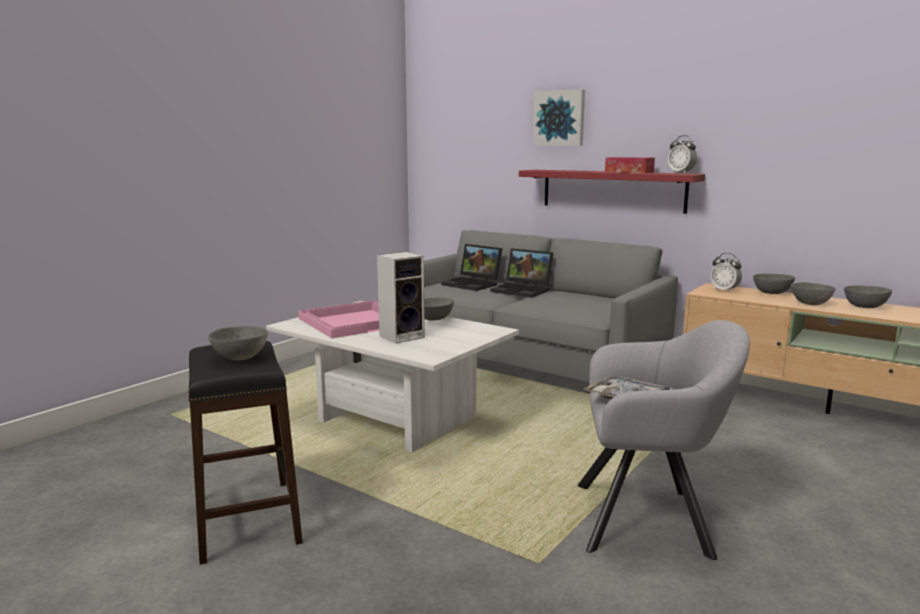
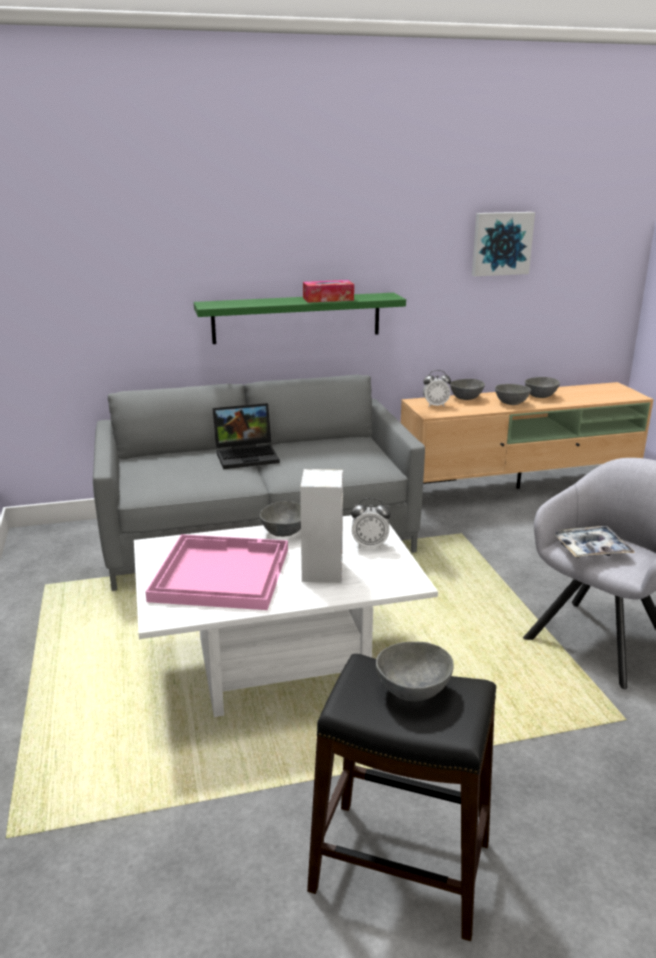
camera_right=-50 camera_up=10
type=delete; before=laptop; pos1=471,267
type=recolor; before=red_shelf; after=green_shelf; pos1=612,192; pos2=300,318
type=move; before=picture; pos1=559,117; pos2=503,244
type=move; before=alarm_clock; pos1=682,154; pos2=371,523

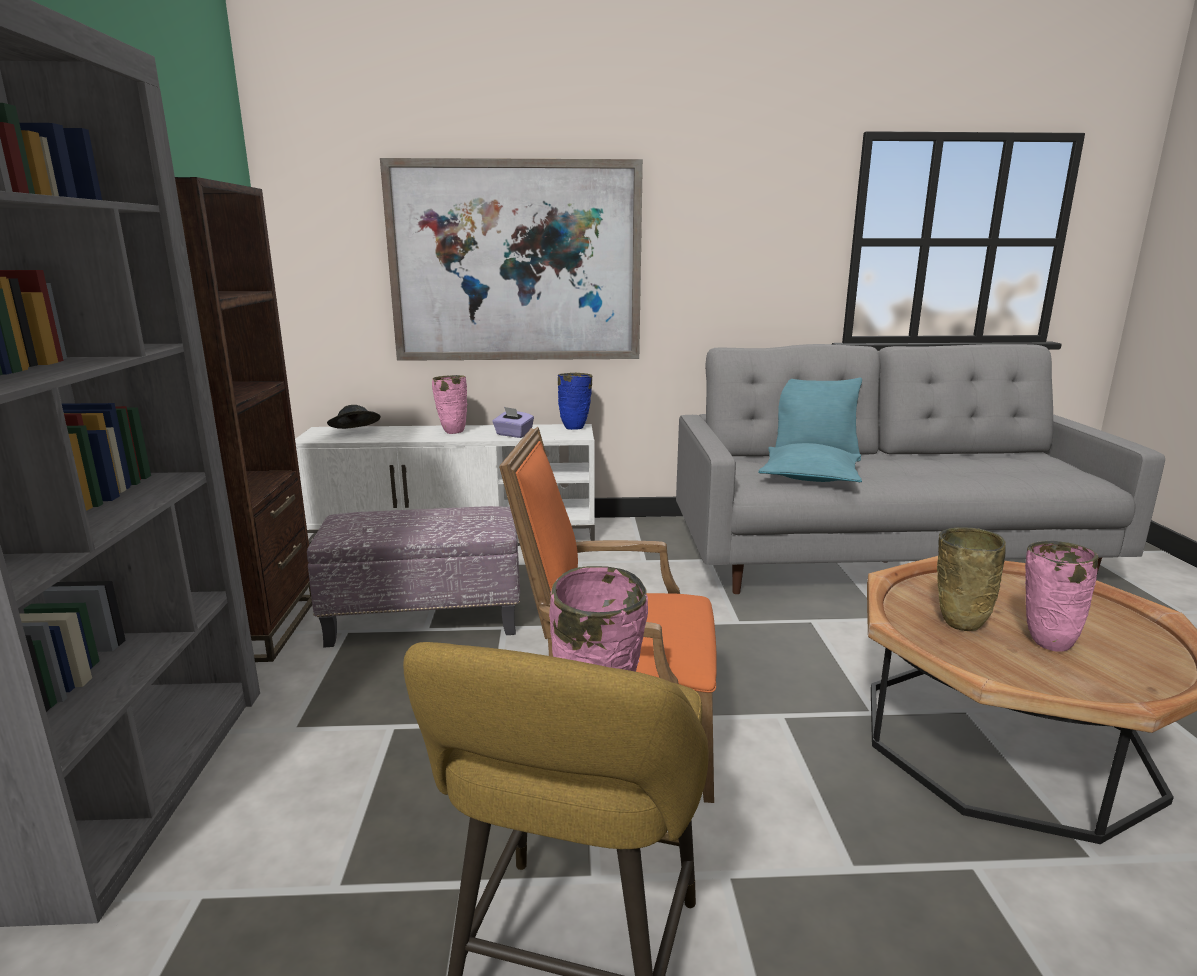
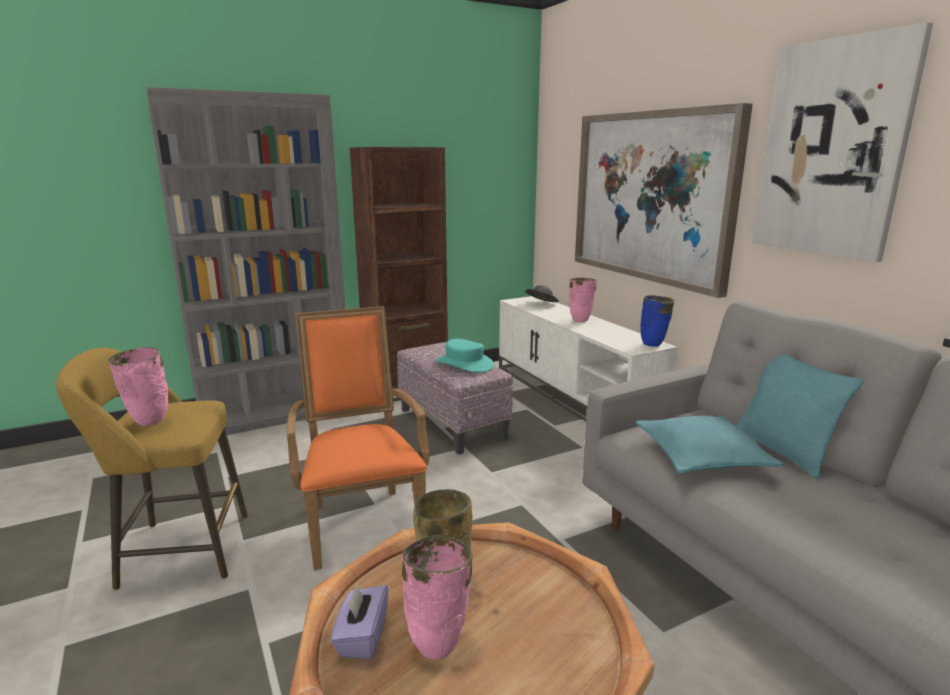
camera_right=65 camera_up=0
type=move; before=purple_tissue_box; pos1=513,422; pos2=360,621
type=insert; after=turquoise_hat; pos2=464,355
type=insert; after=picture; pos2=842,142

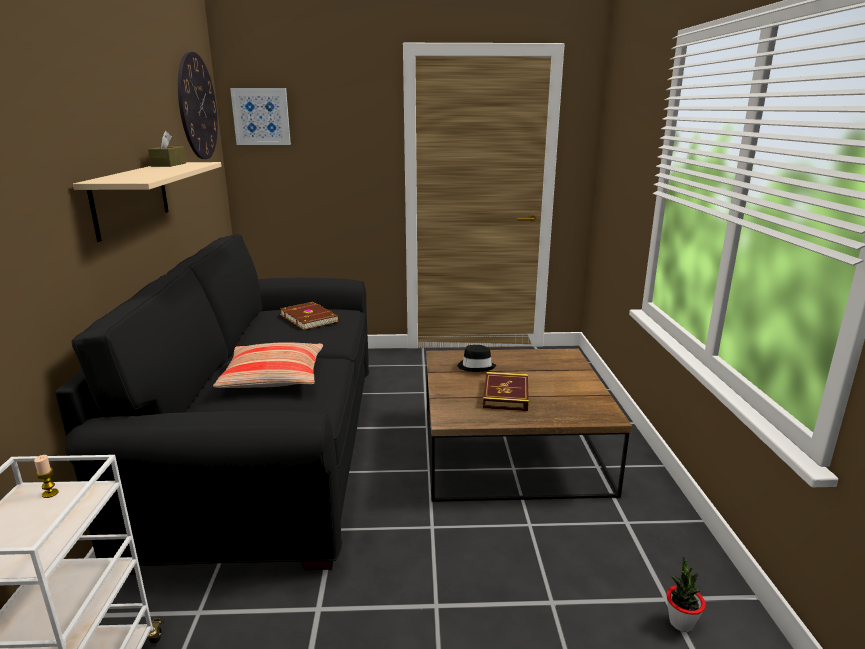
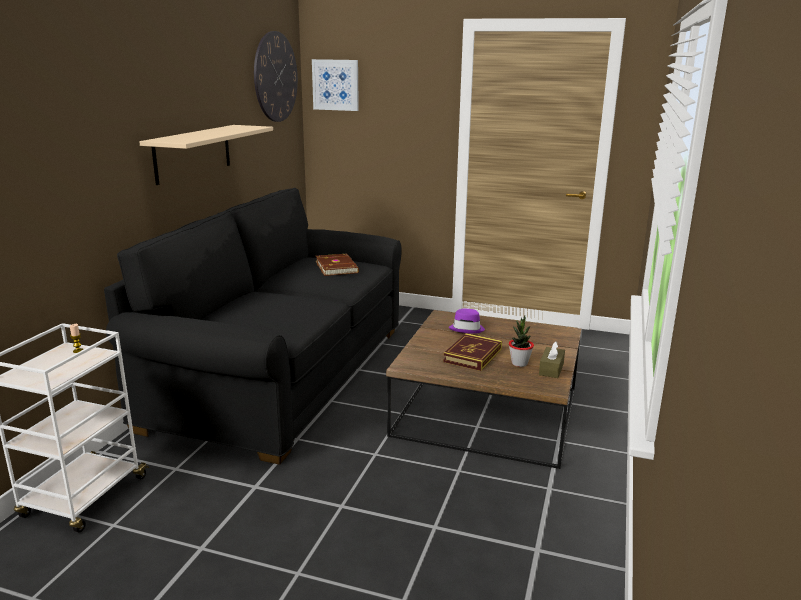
camera_right=20 camera_up=0
type=move; before=brown_tissue_box; pos1=167,149; pos2=552,359
type=delete; before=pillow; pos1=268,365
type=recolor; before=black_hat; after=purple_hat; pos1=476,358; pos2=467,321
type=move; before=potted_plant; pos1=686,594; pos2=521,341

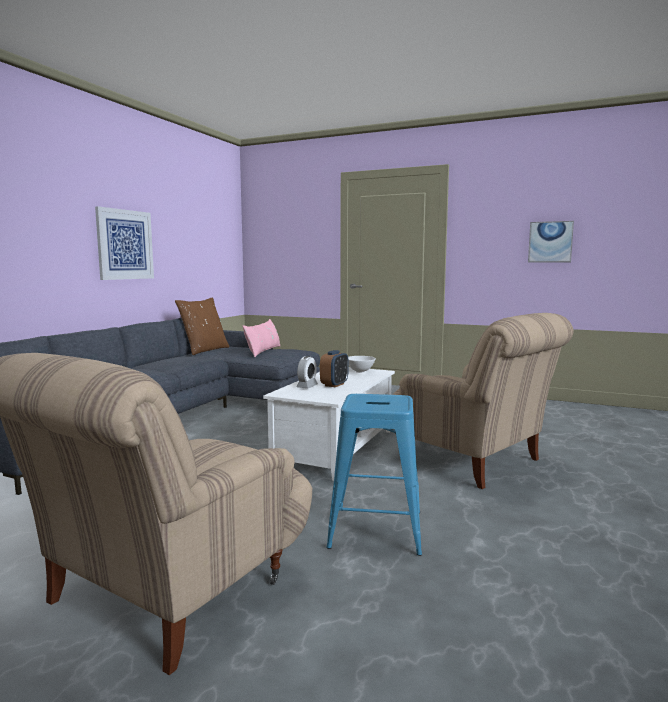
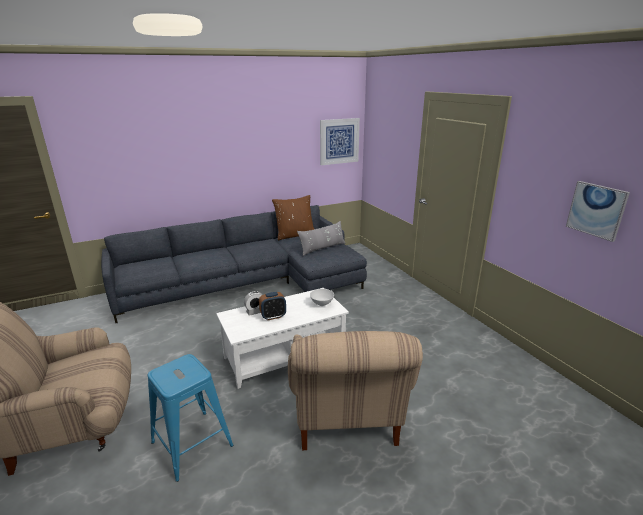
camera_right=40 camera_up=15
type=move; before=picture; pos1=124,243; pos2=340,141
type=recolor; before=pink_pillow; after=grey_pillow; pos1=261,338; pos2=321,238

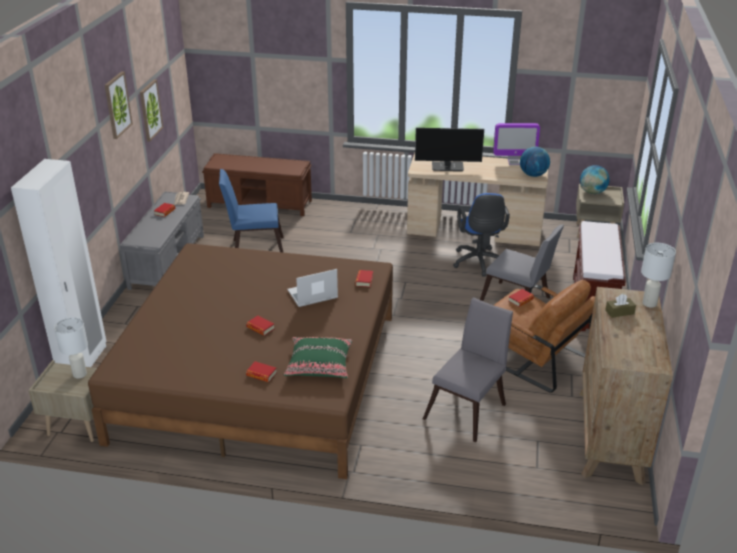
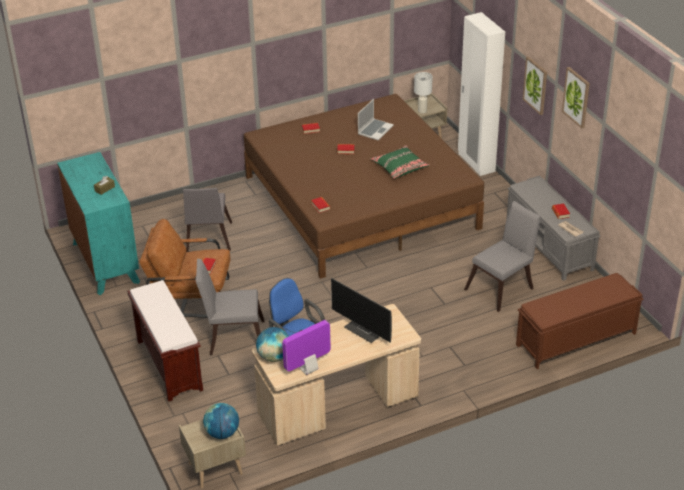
camera_right=145 camera_up=5
type=move; before=picture; pos1=151,110; pos2=535,85
type=recolor; before=blue_chair; after=grey_chair; pos1=251,211; pos2=502,256
type=move; before=green_pillow; pos1=318,357; pos2=400,162
type=move; before=laptop; pos1=313,288; pos2=376,119
type=rotate; before=monitor; pos1=449,149; pos2=361,310; turn=-105
type=recolor; before=brown_dresser; after=turquoise_dresser; pos1=626,386; pos2=98,223
type=delete; before=white_table_lamp; pos1=658,275

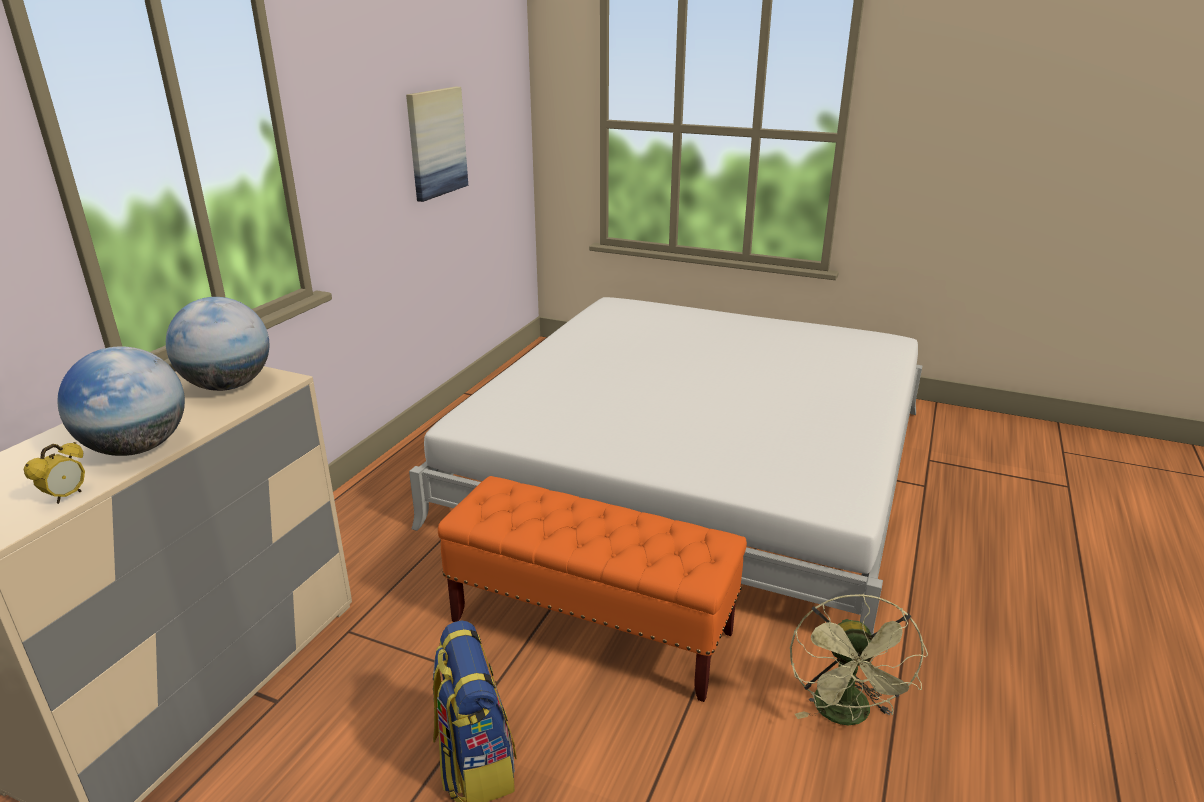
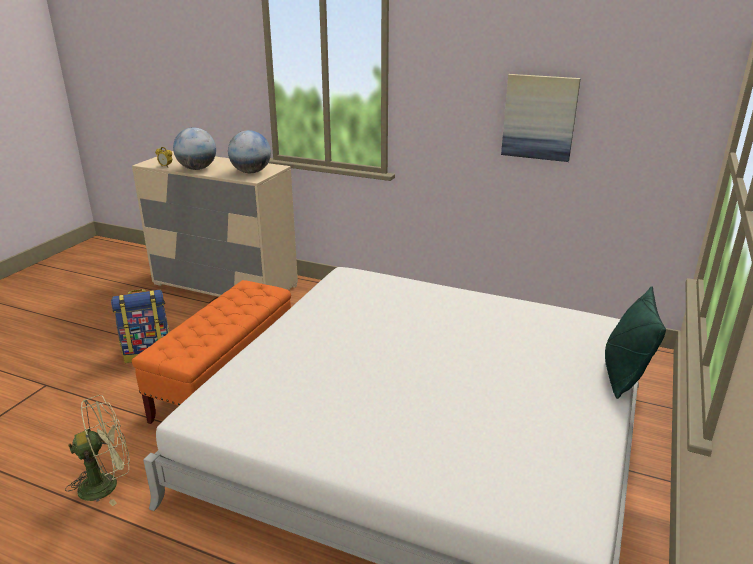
camera_right=90 camera_up=0
type=rotate; before=green_fan; pos1=859,660; pos2=97,450; turn=150
type=insert; after=green_pillow; pos2=635,343

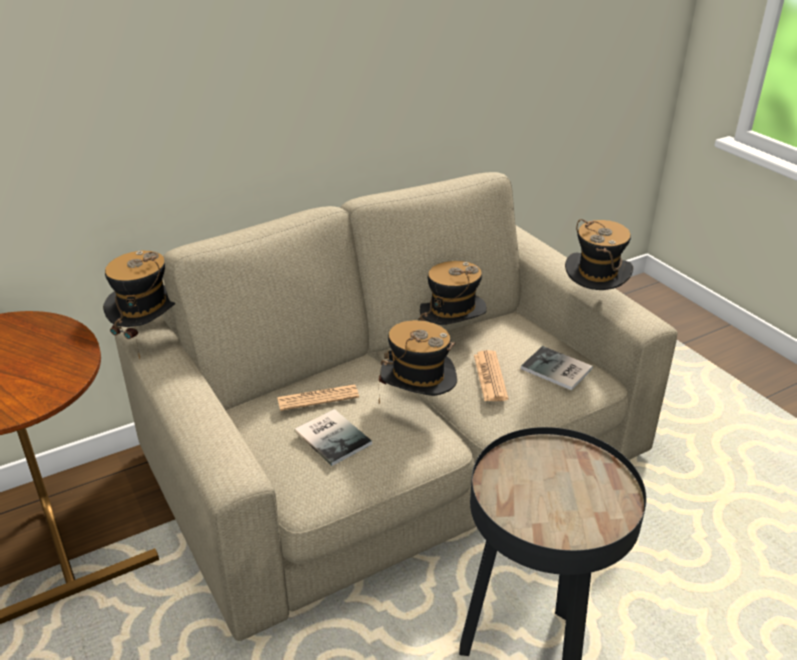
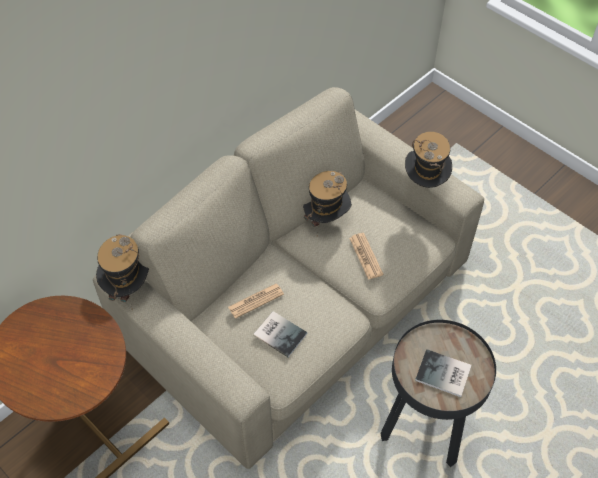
camera_right=-15 camera_up=20
type=delete; before=hat; pos1=418,362
type=move; before=book; pos1=557,368; pos2=443,373

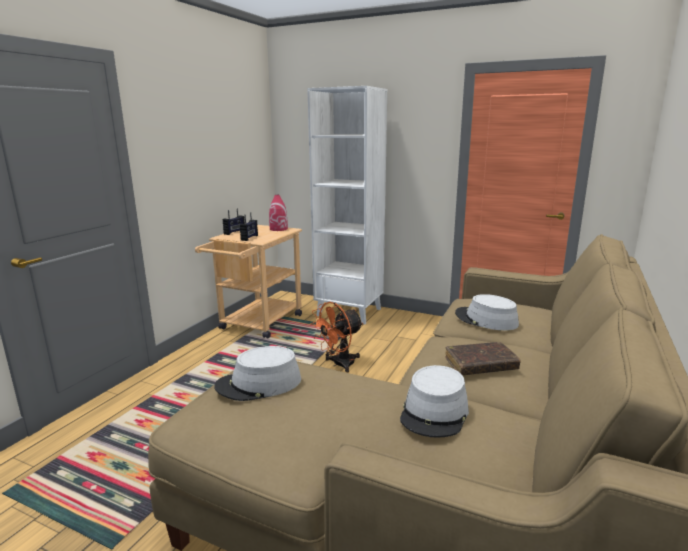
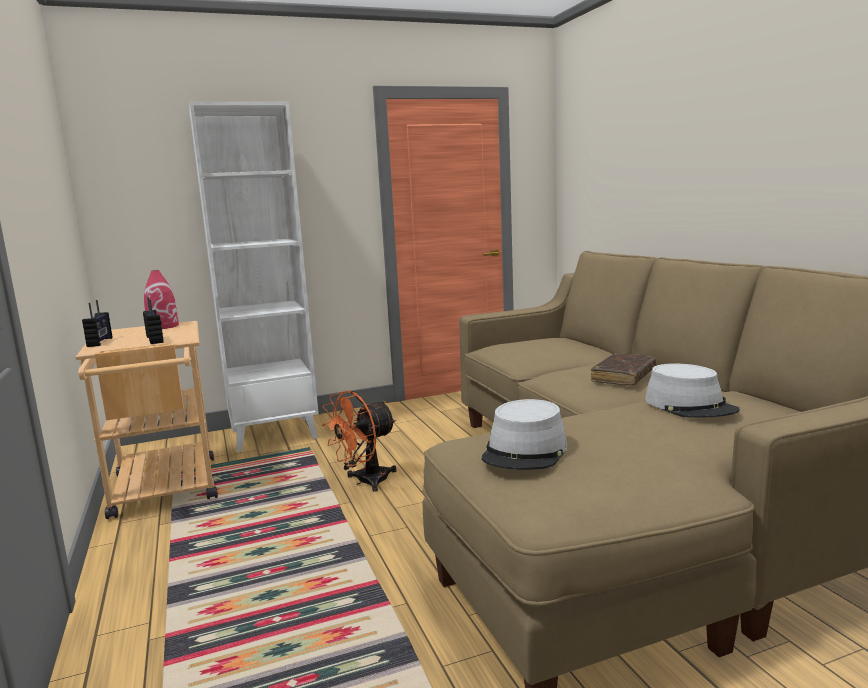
camera_right=-45 camera_up=-5
type=rotate; before=orange_fan; pos1=337,337; pos2=359,441; turn=45
type=delete; before=grey_hat; pos1=487,312

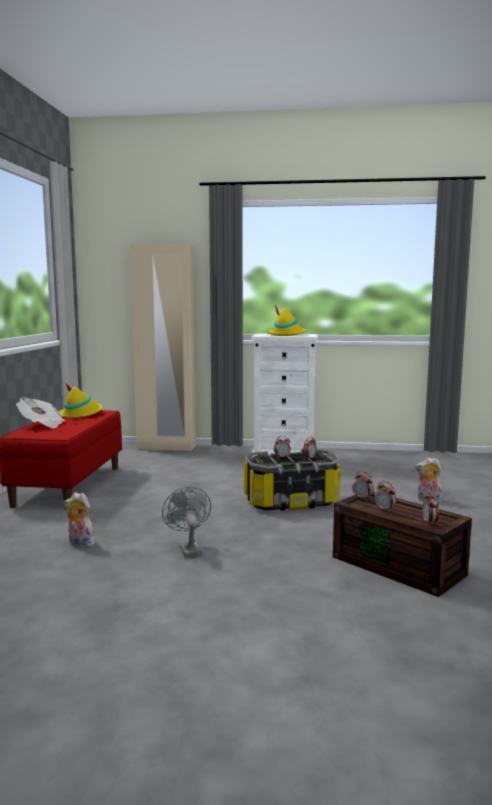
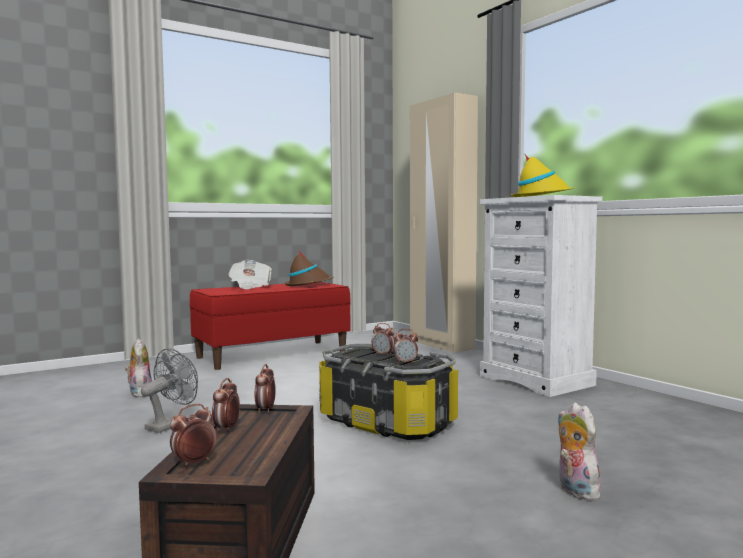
camera_right=50 camera_up=-5
type=recolor; before=yellow_hat; after=brown_hat; pos1=81,400; pos2=308,268

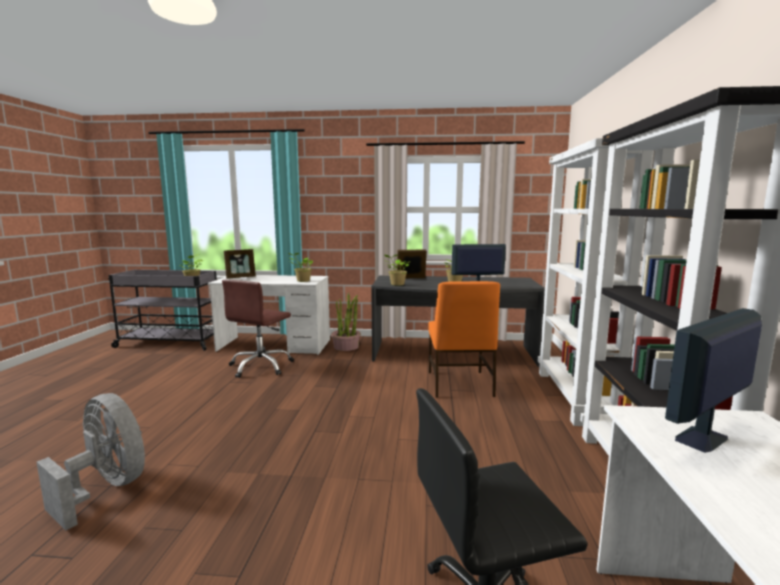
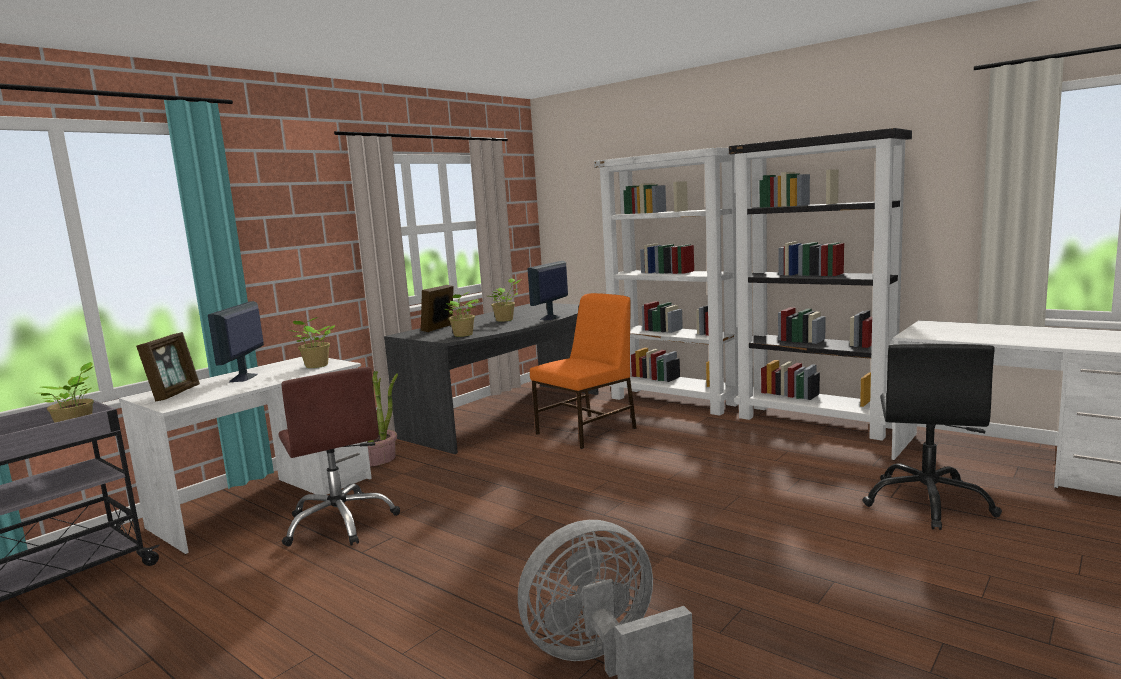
camera_right=-55 camera_up=0
type=rotate; before=orange_chair; pos1=464,339; pos2=583,371; turn=-75
type=move; before=monitor; pos1=713,380; pos2=236,341

